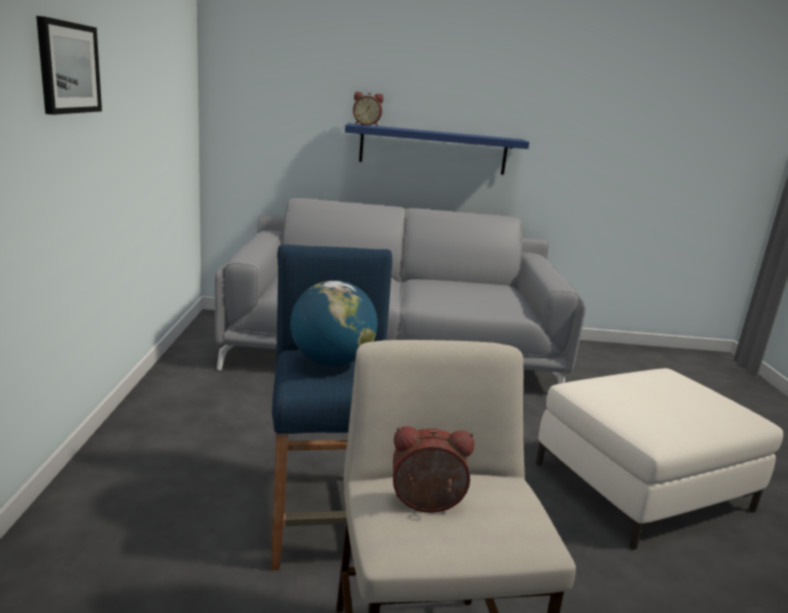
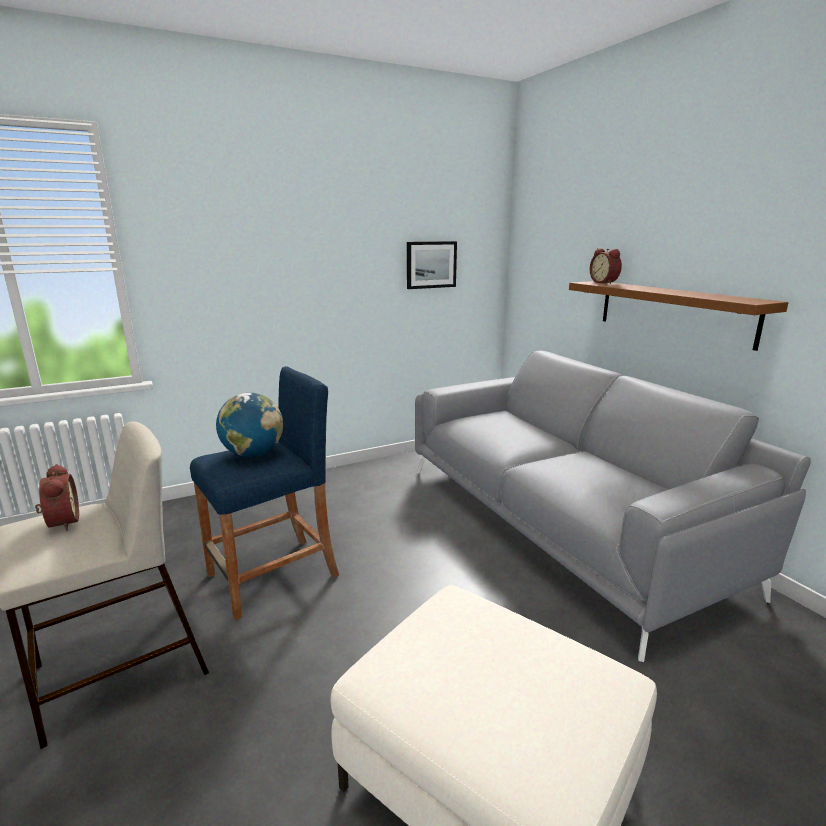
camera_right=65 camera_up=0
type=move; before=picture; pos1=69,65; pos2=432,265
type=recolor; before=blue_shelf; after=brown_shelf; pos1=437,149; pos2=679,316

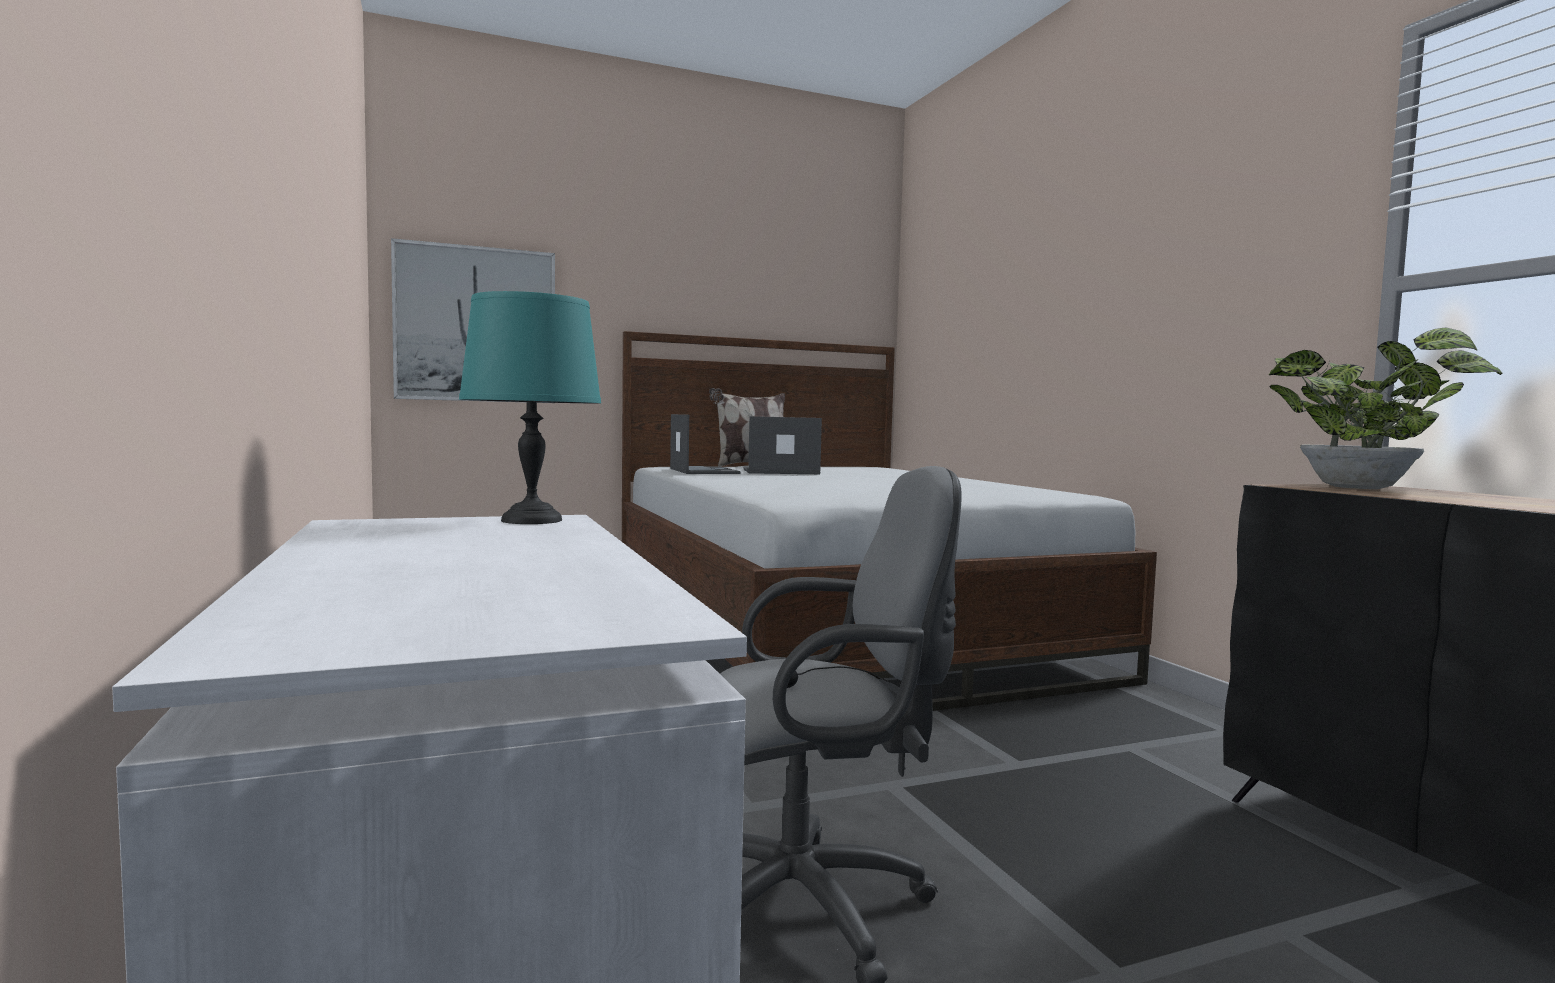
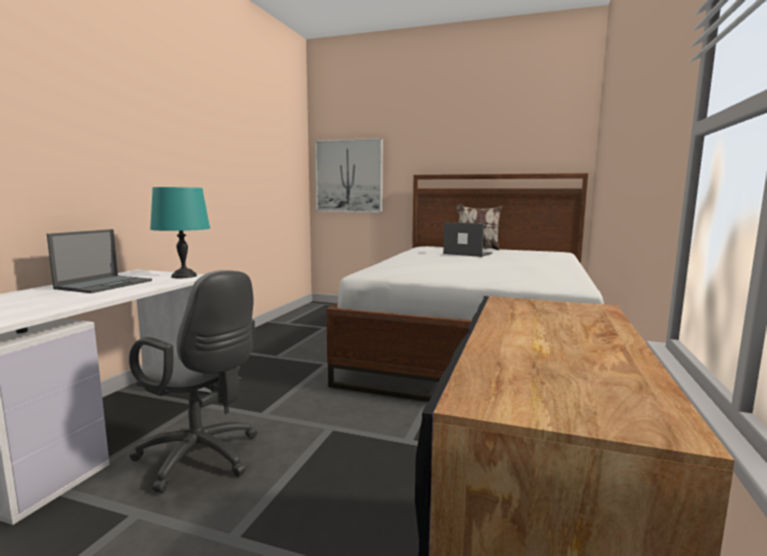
camera_right=40 camera_up=5
type=move; before=laptop; pos1=705,444; pos2=99,261
type=delete; before=potted_plant; pos1=1386,408

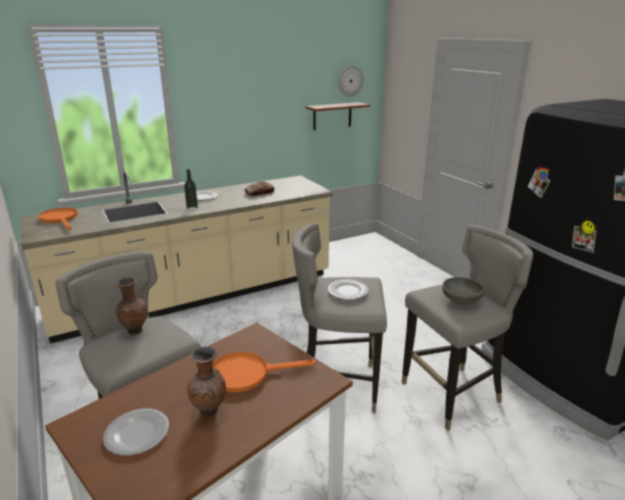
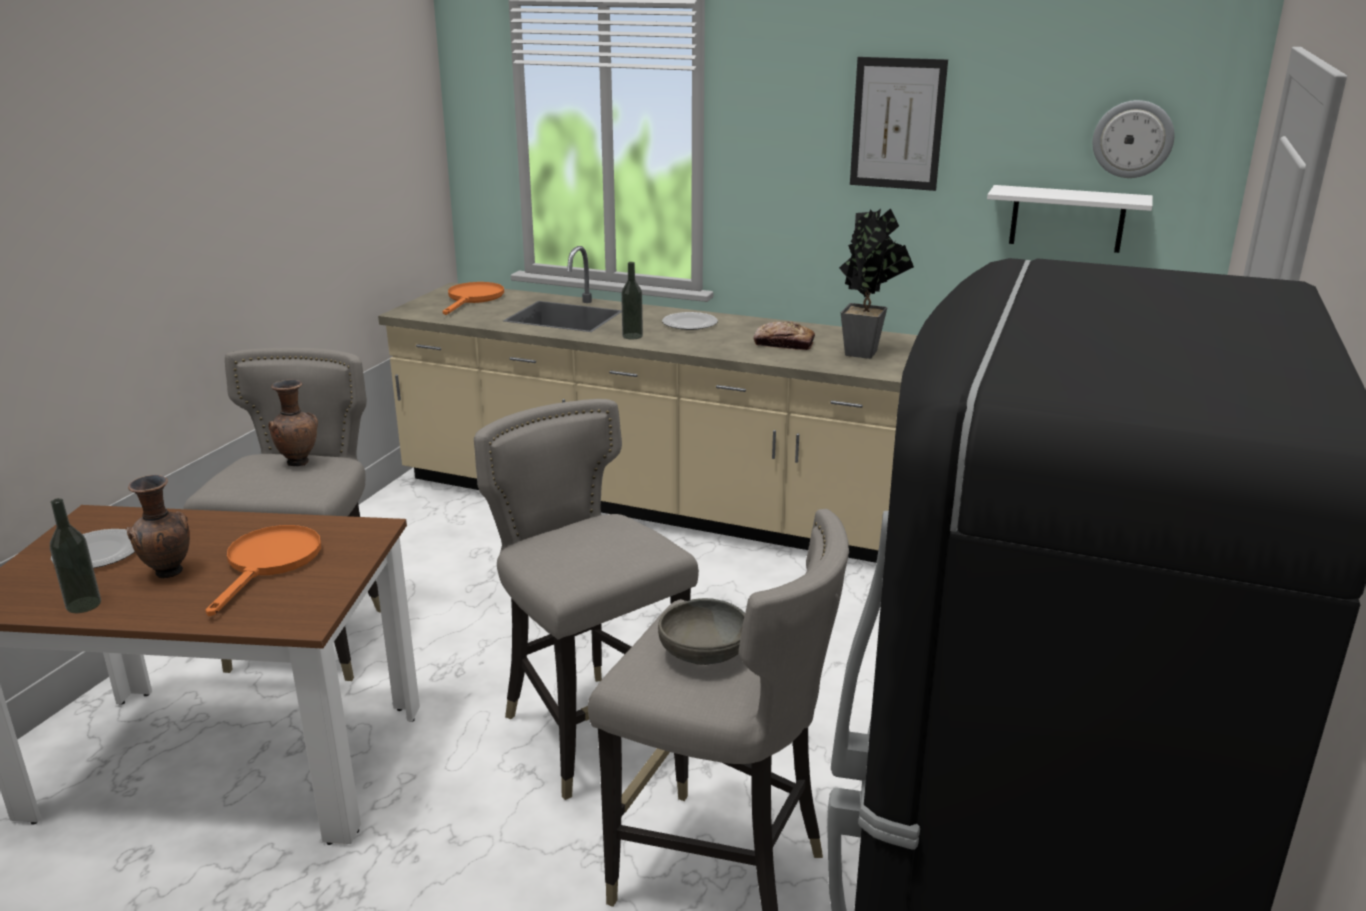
camera_right=50 camera_up=0
type=rotate; before=orange_frying_pan; pos1=264,372; pos2=263,570; turn=60
type=recolor; before=brown_shelf; after=white_shelf; pos1=338,116; pos2=1070,219
type=delete; before=plate; pos1=348,290
type=insert; after=bottle; pos2=75,555
type=insert; after=potted_plant; pos2=876,283
type=insert; after=picture; pos2=899,124

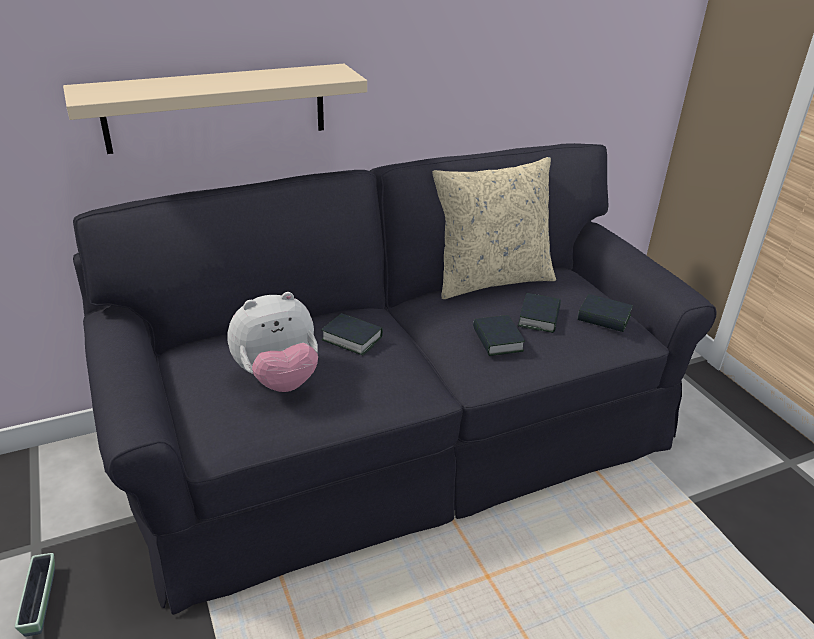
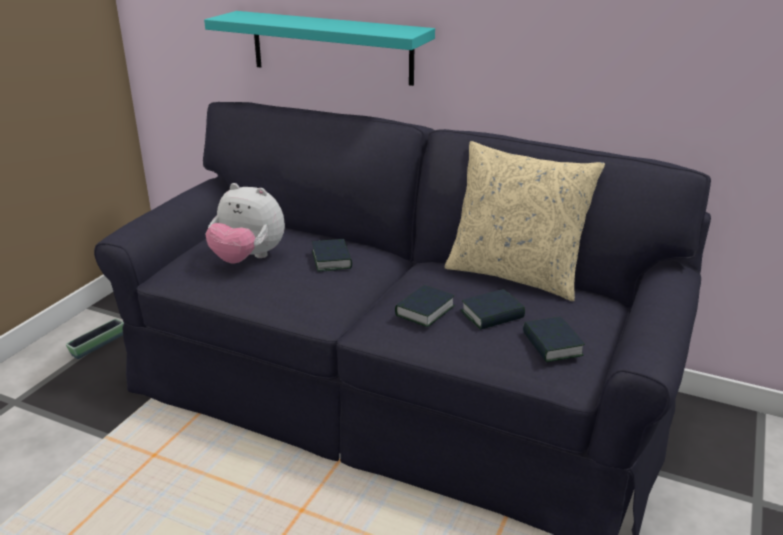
camera_right=50 camera_up=-5
type=recolor; before=beige_shelf; after=turquoise_shelf; pos1=215,109; pos2=319,48

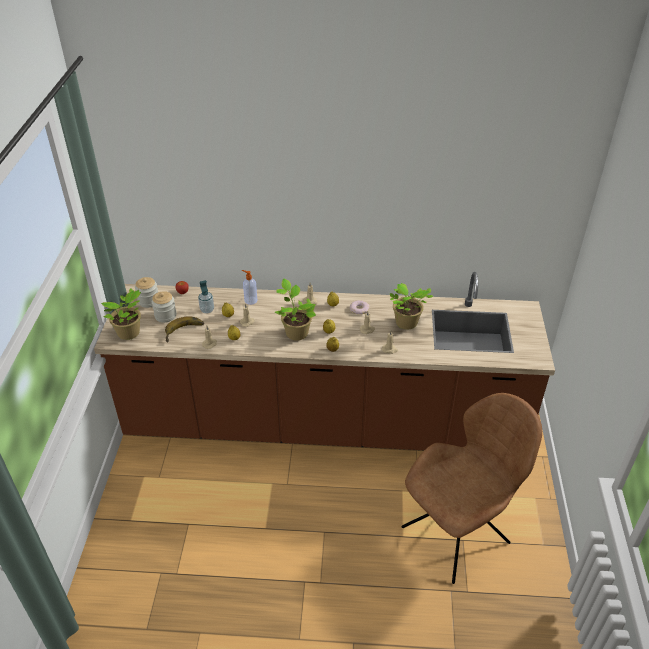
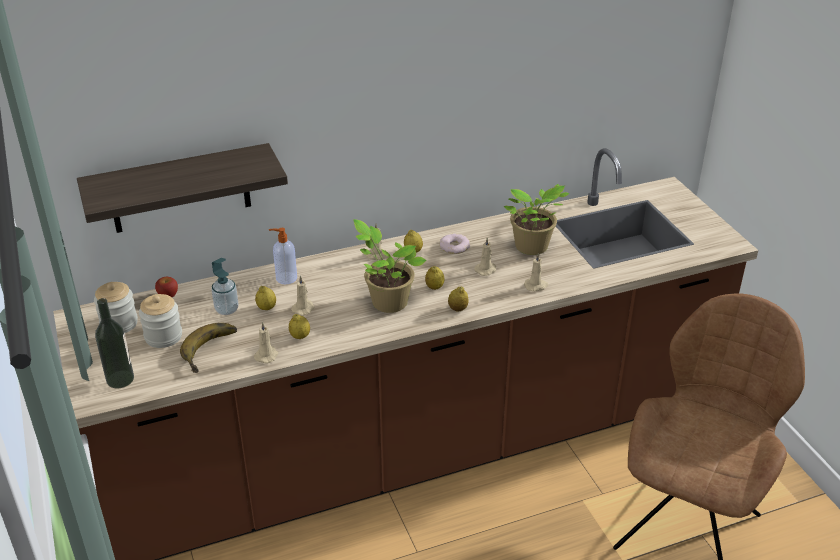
camera_right=-25 camera_up=-5
type=replace; before=potted_plant; after=bottle; pos1=121,314; pos2=114,343
type=insert; after=shelf; pos2=182,188

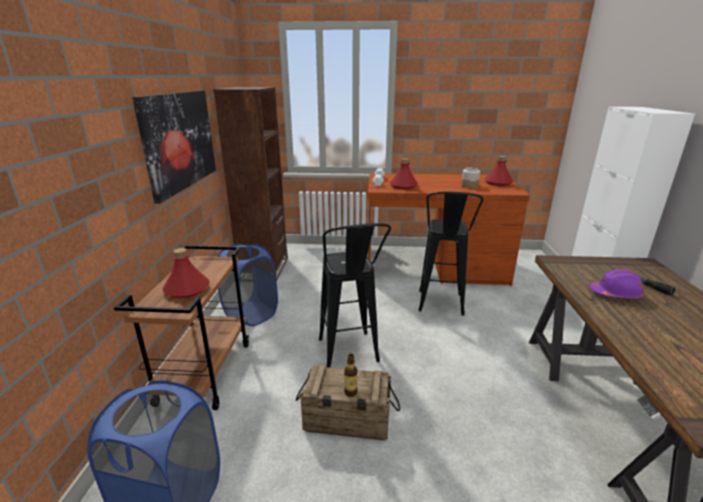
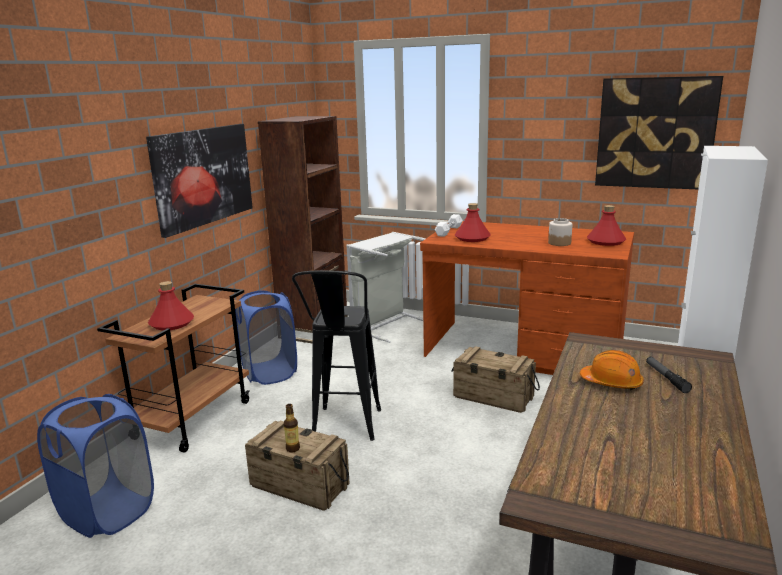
camera_right=20 camera_up=-5
type=replace; before=black_stool; after=crate; pos1=450,253; pos2=495,379
type=recolor; before=purple_hard_hat; after=orange_hard_hat; pos1=617,284; pos2=612,370
type=insert; after=grey_laundry_basket; pos2=385,287
type=insert; after=picture; pos2=659,132

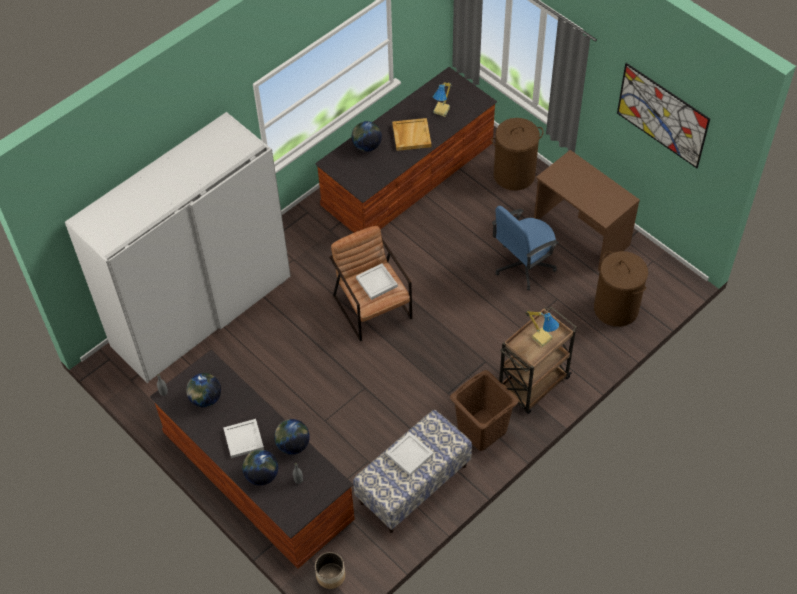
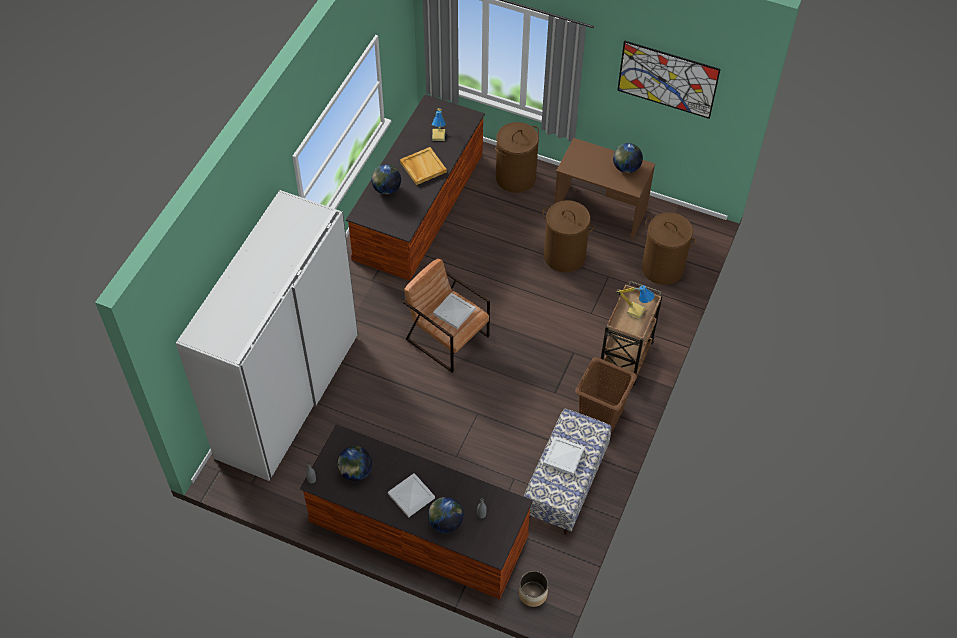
camera_right=-25 camera_up=0
type=move; before=globe; pos1=292,437; pos2=628,158
type=replace; before=blue_office_chair; after=brown_laundry_basket; pos1=525,248; pos2=568,236

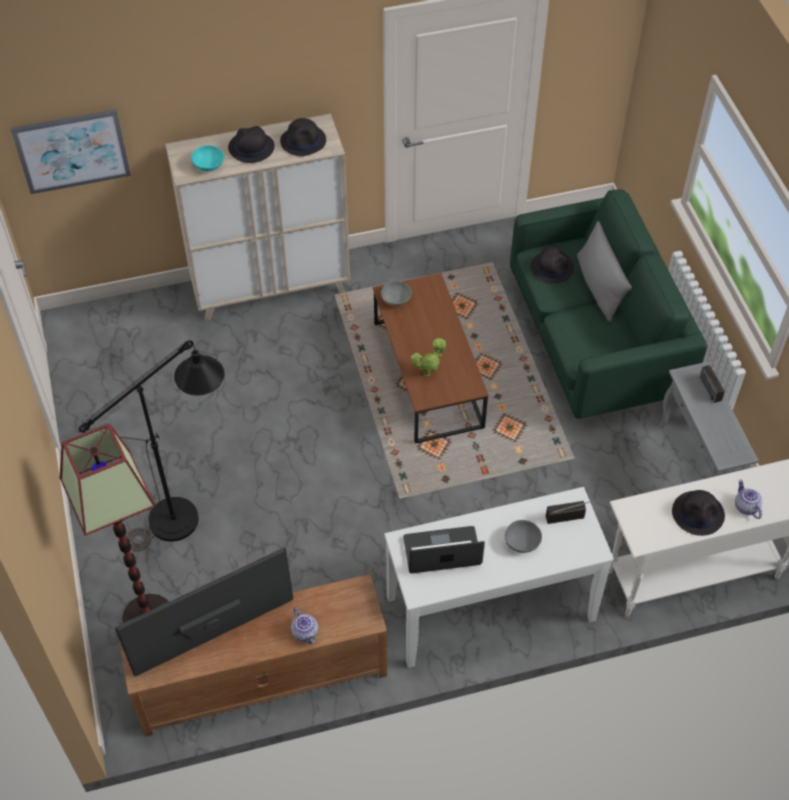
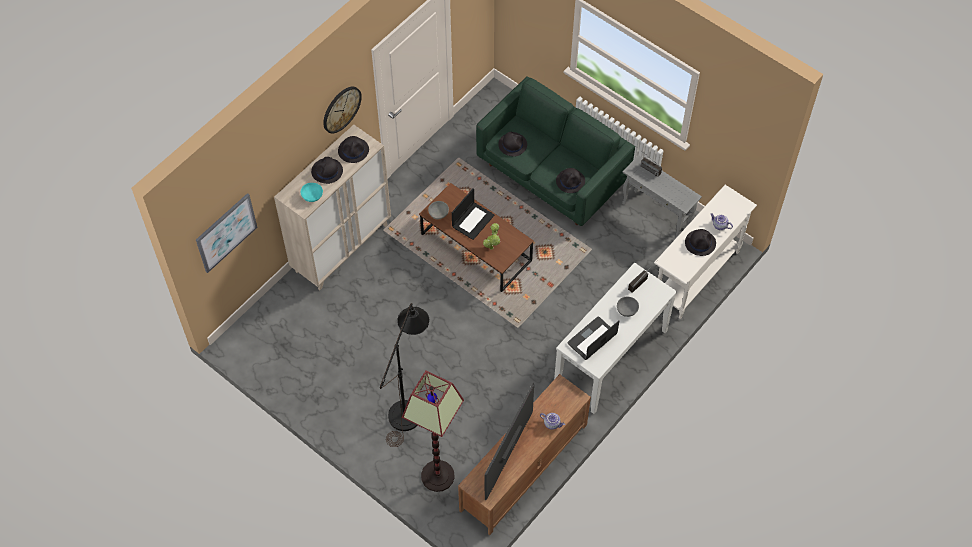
camera_right=-35 camera_up=5
type=delete; before=grey_pillow; pos1=604,271
type=insert; after=wall_clock; pos2=342,109
type=insert; after=laptop; pos2=473,214
type=insert; after=black_hat; pos2=570,180

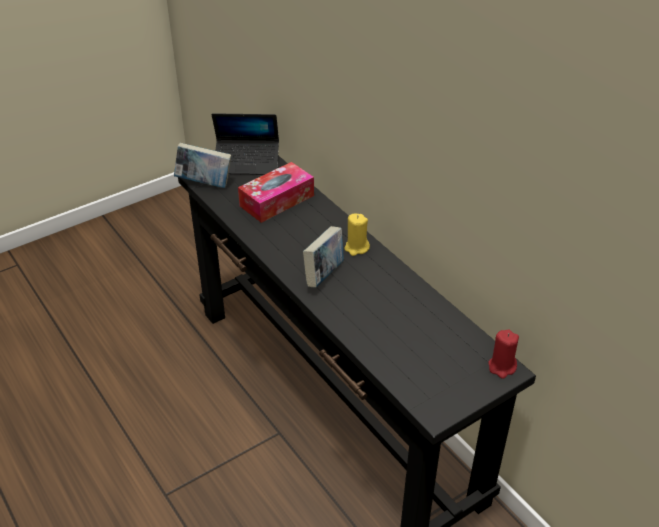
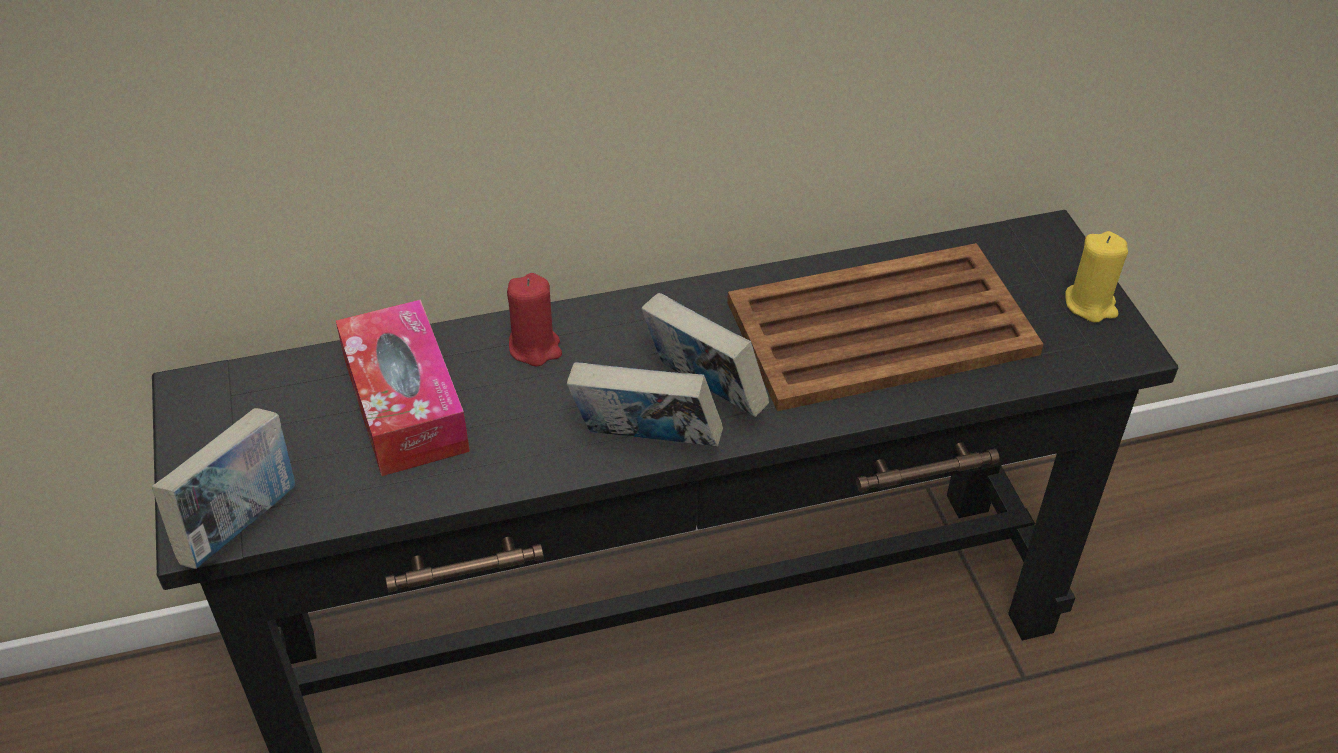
camera_right=-70 camera_up=5
type=delete; before=laptop; pos1=245,144
type=move; before=yellow_candle; pos1=357,234; pos2=1096,276
type=move; before=red_candle; pos1=503,354; pos2=534,320
type=insert; after=book; pos2=645,404
type=insert; after=brown_tray; pos2=885,327

